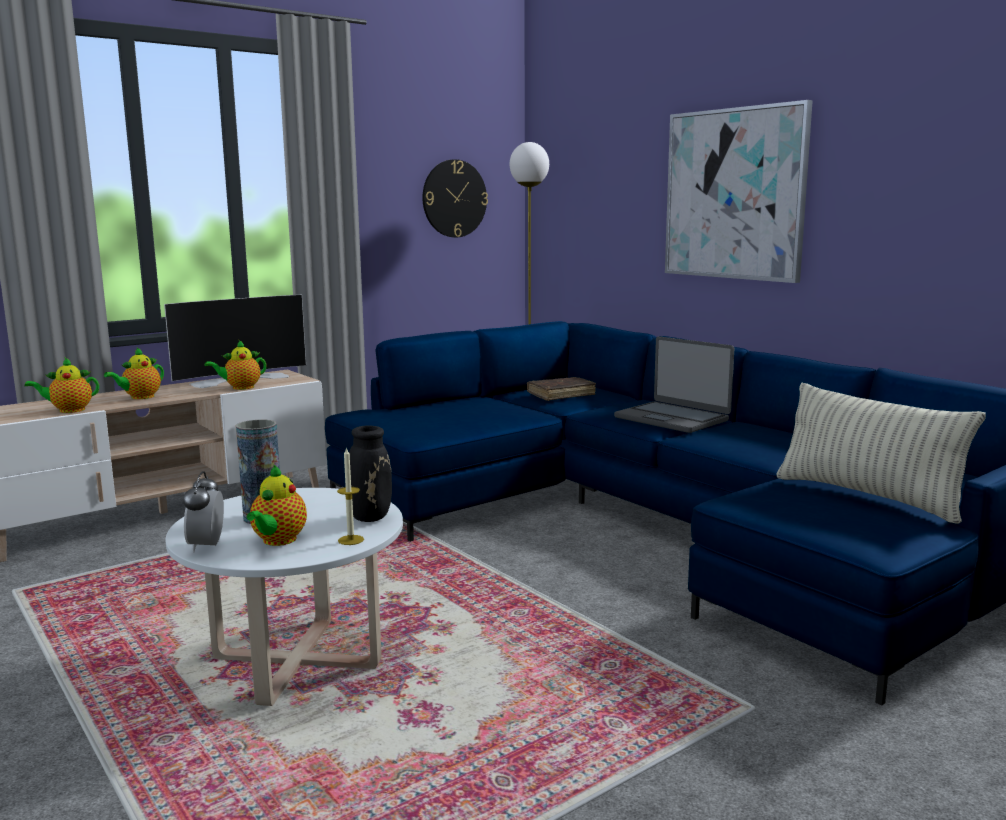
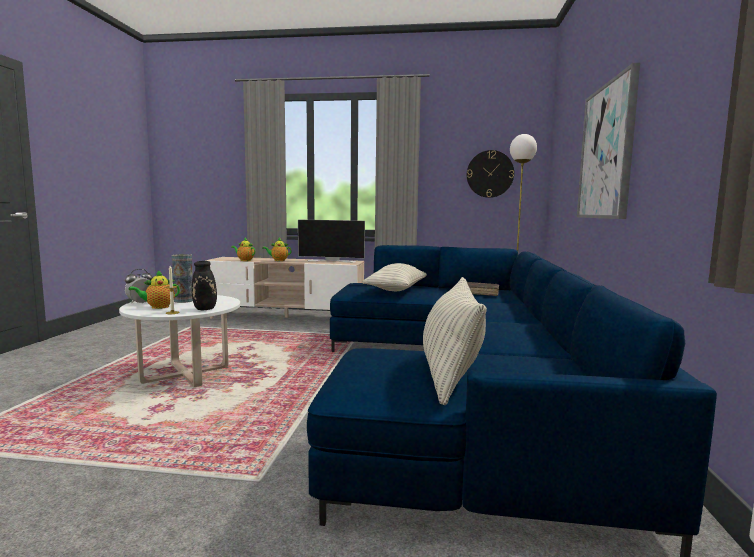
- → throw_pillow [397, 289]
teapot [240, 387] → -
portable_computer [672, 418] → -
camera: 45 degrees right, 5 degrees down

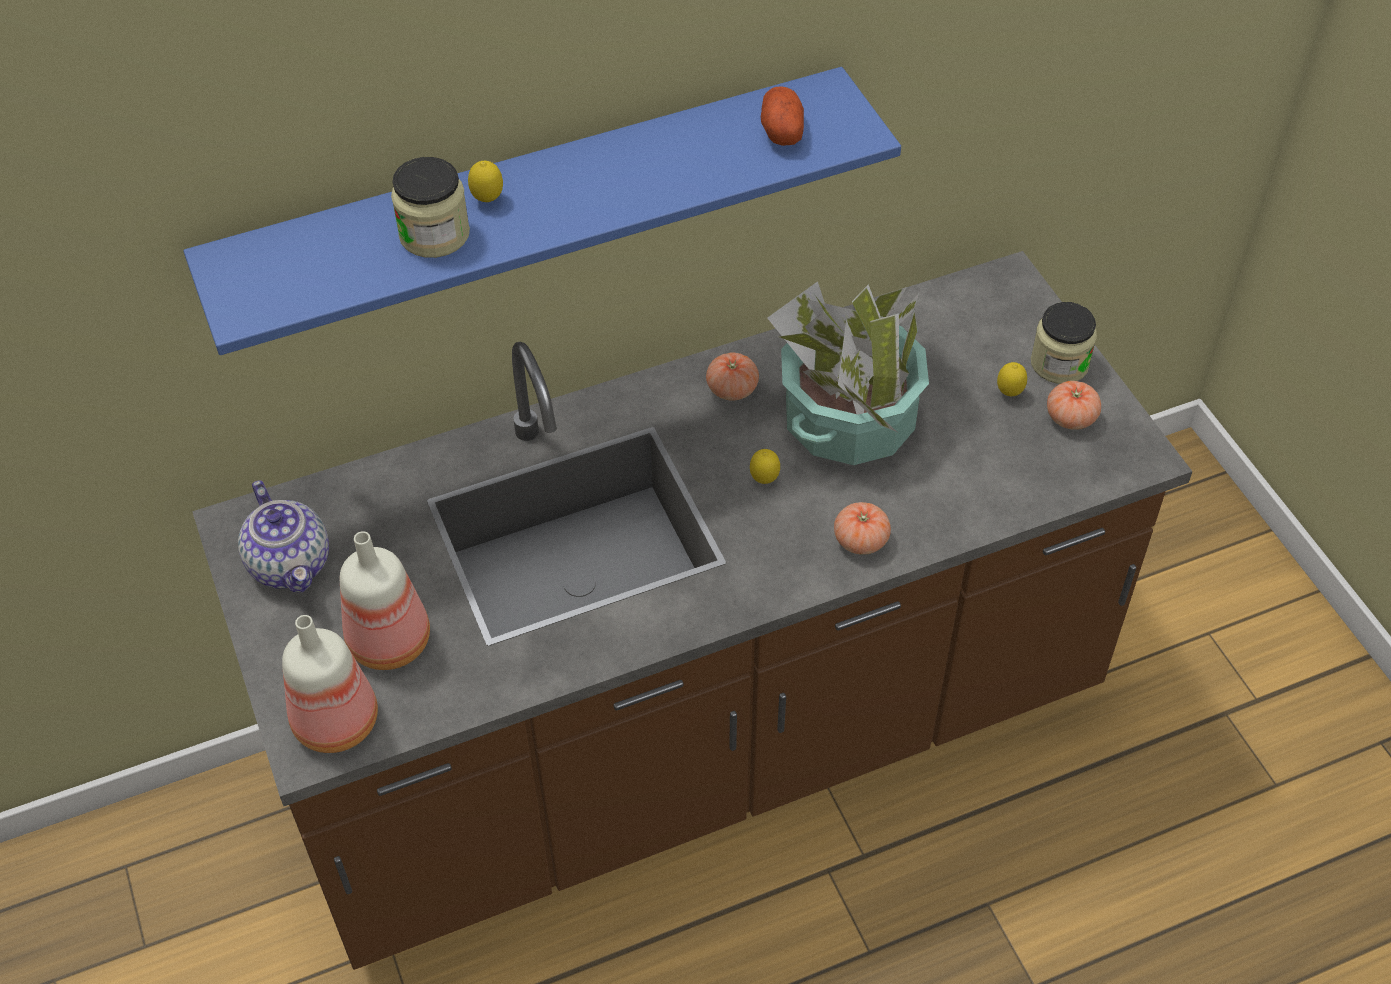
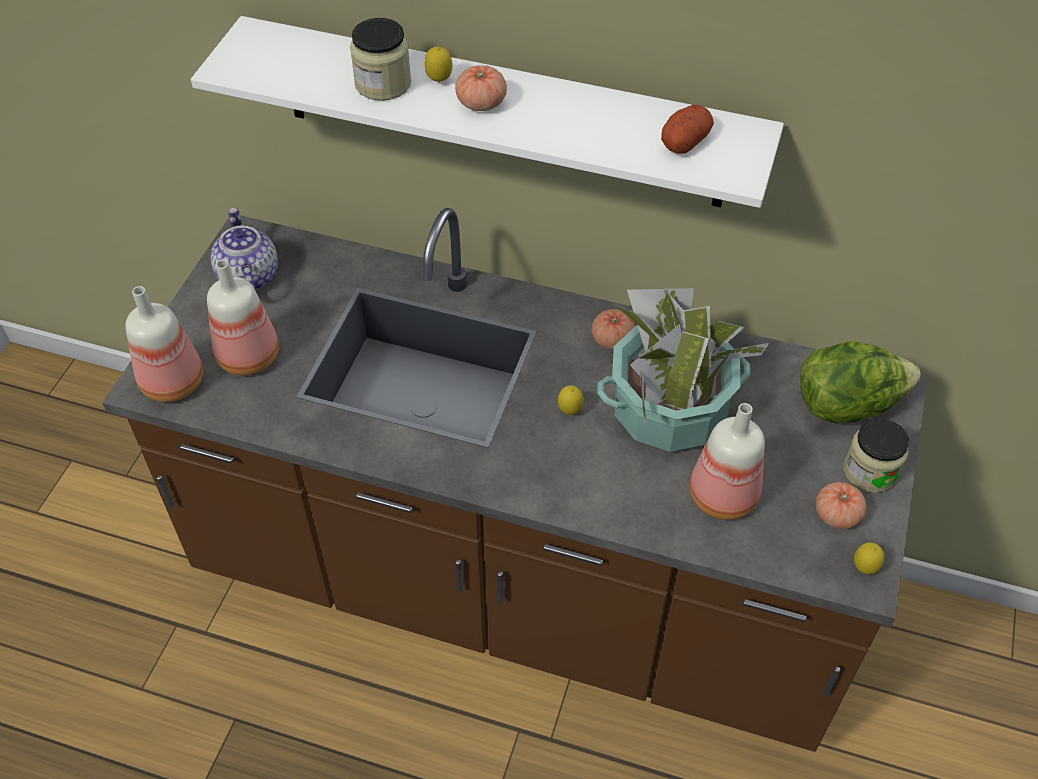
bluish_shelf [533, 207] → white_shelf [500, 113]
teapot [291, 564] → teapot [247, 276], 150 degrees clockwise
whole_tomato [860, 540] → whole_tomato [481, 103], relocated
- → bottle [721, 497]
- → lettuce [847, 405]
citrus_fruit [1009, 393] → citrus_fruit [864, 568], relocated
camera: 40 degrees right, 0 degrees up

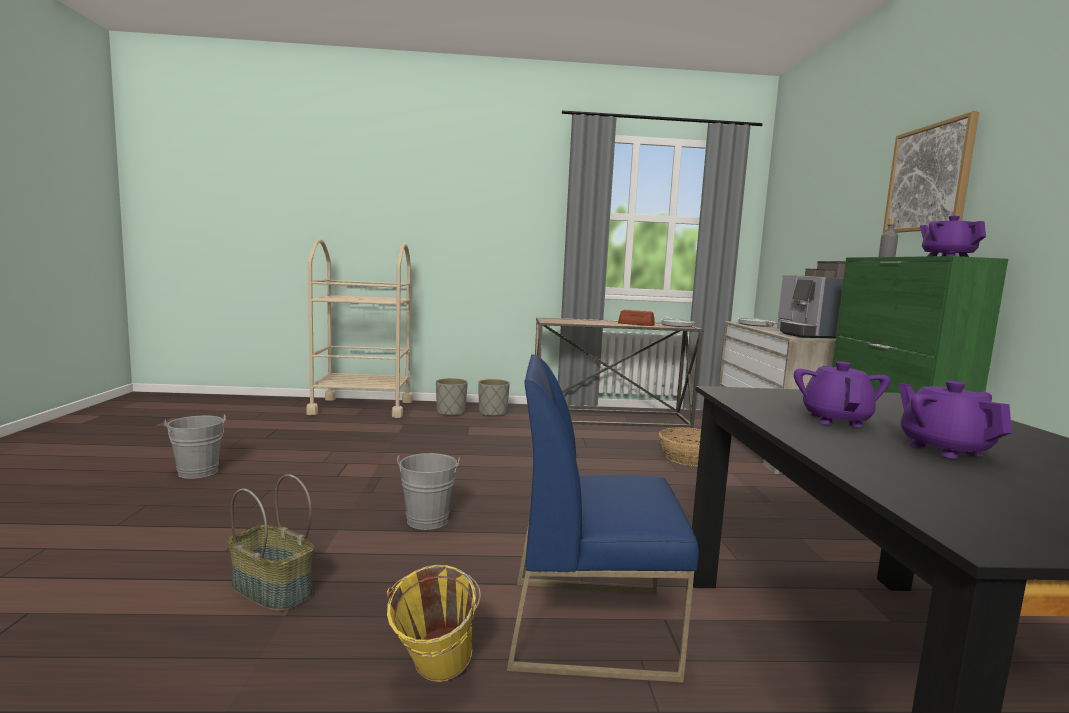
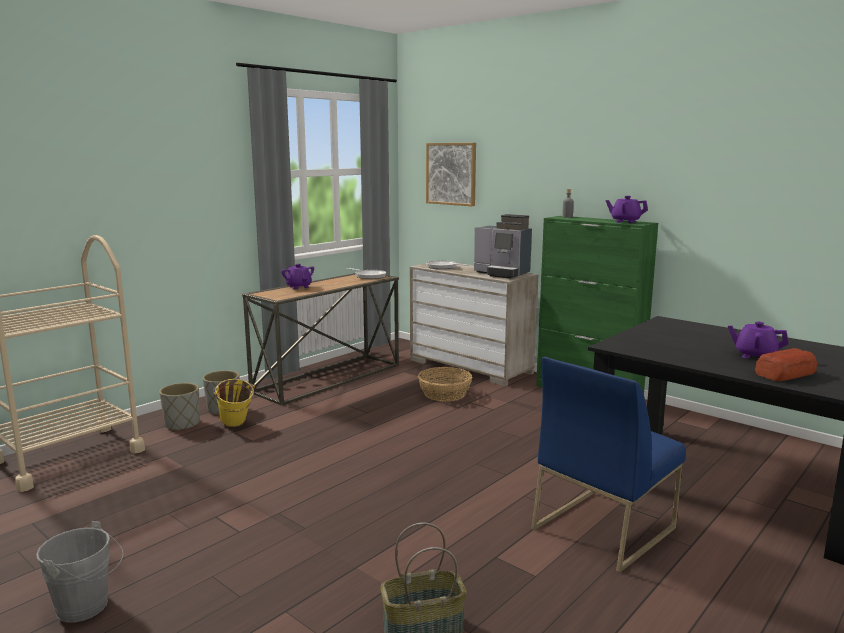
yellowish_bucket [433, 678] → yellowish_bucket [235, 426], relocated
purple_teapot [835, 420] → purple_teapot [298, 287], relocated
picture [929, 178] → picture [451, 174], relocated
baked_bread [636, 324] → baked_bread [786, 374], relocated
grey_bucket [428, 518] → -
camera: 45 degrees left, 5 degrees up

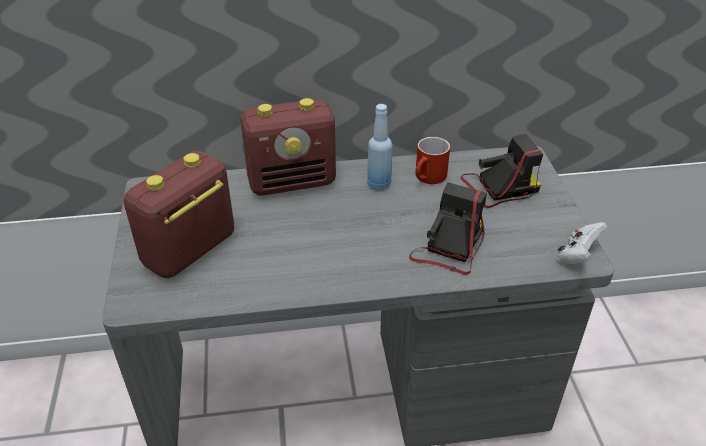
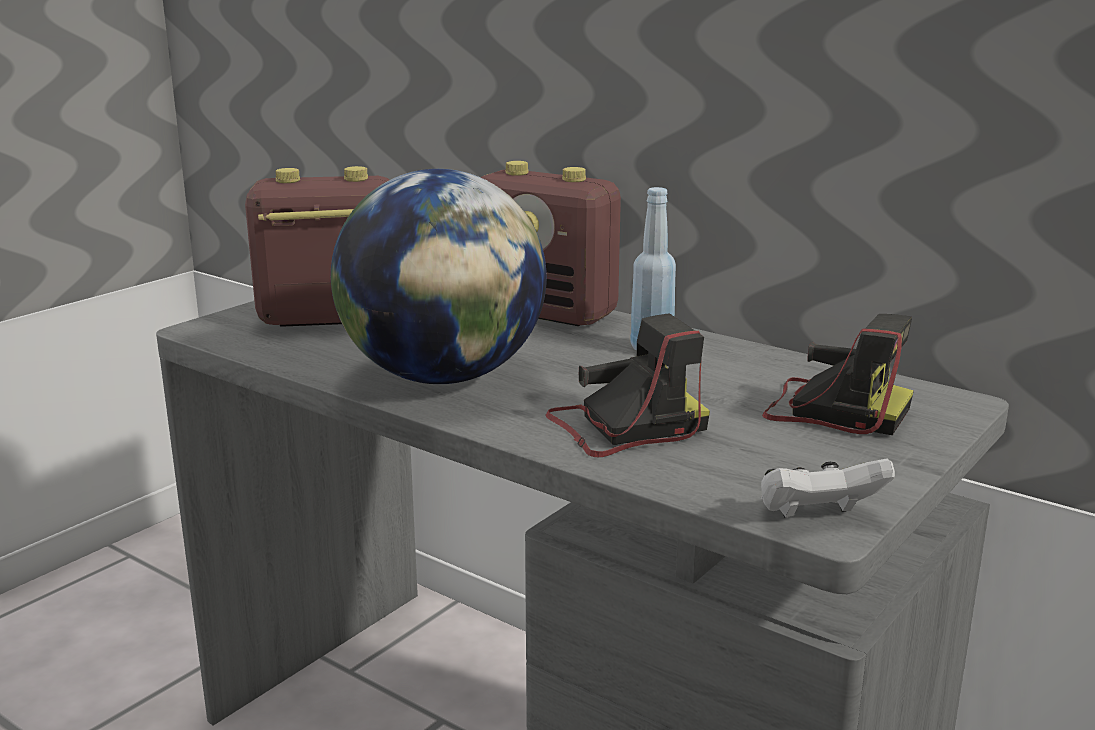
- → globe [443, 376]
reddish_mug [428, 178] → -
camera: 45 degrees right, 20 degrees down

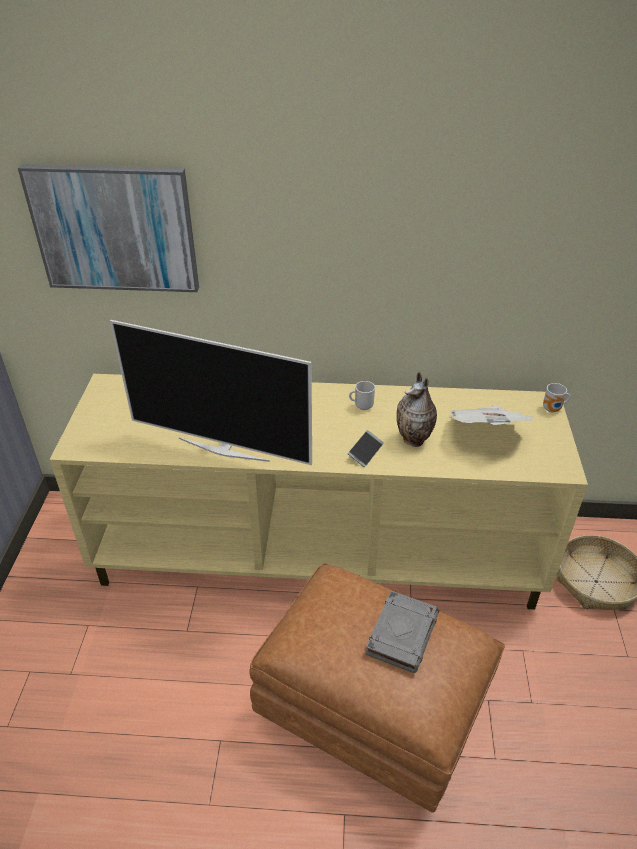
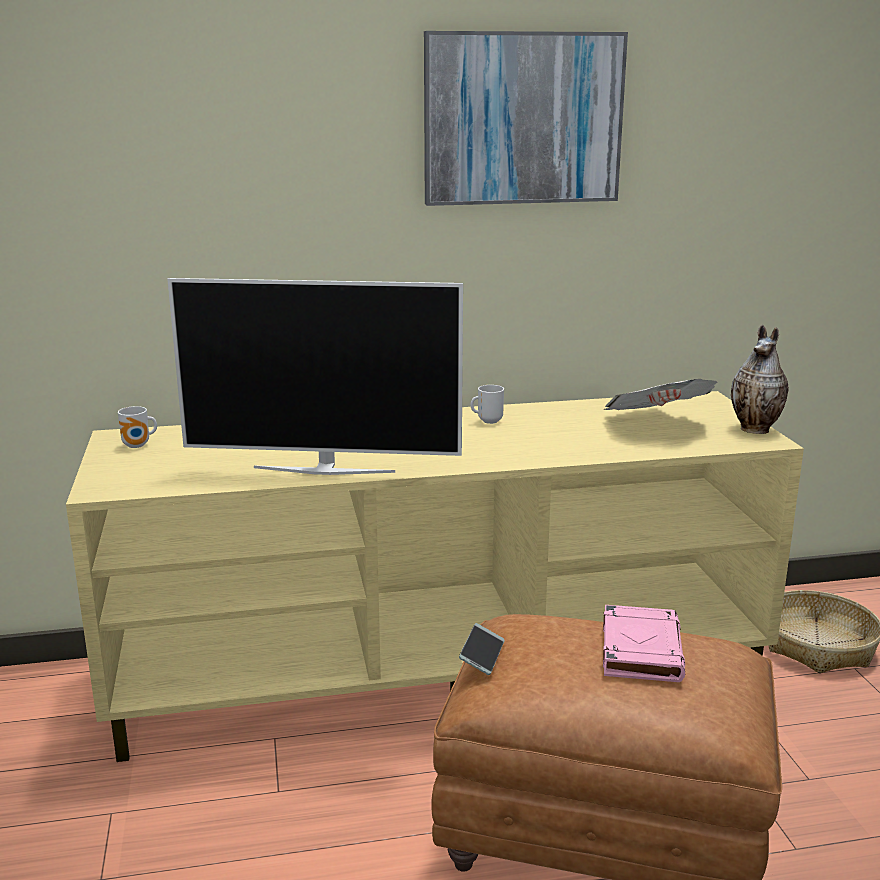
mug [553, 409] → mug [138, 445], relocated
picture [115, 228] → picture [522, 119], relocated
phone [365, 452] → phone [482, 655], relocated
grey_volume [402, 633] → pink_volume [640, 649]
flower_vase [415, 440] → flower_vase [757, 429], relocated
camera: 15 degrees left, 20 degrees down

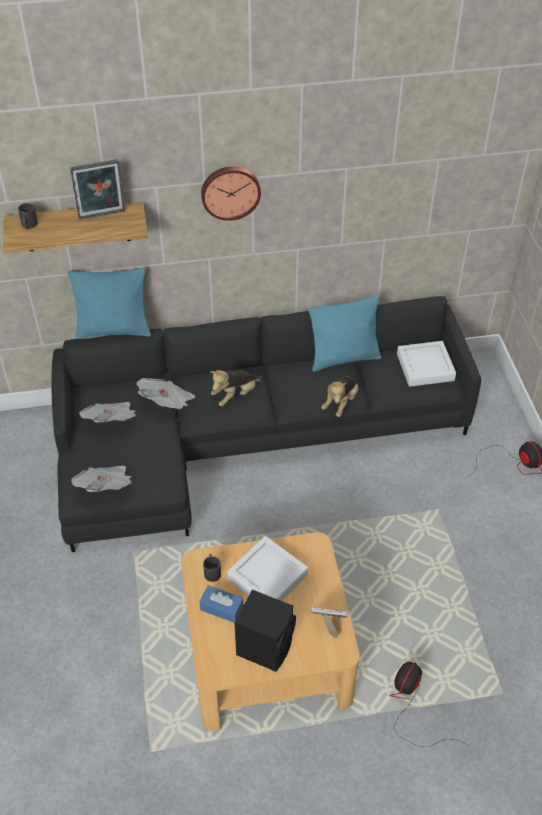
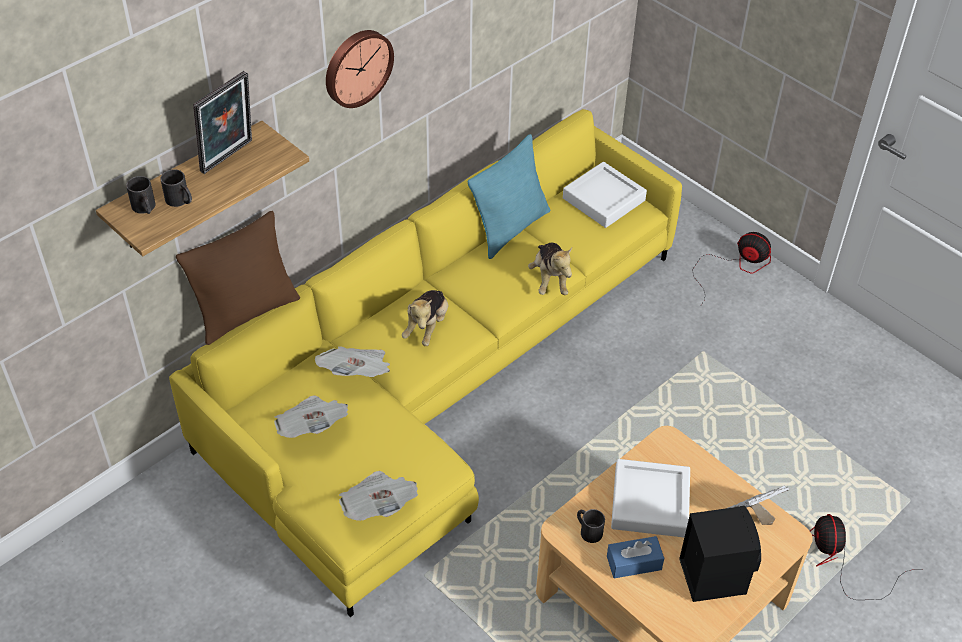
- → black-coloured_mug [180, 200]
black-coloured_settee [245, 437] → yellowish_settee [437, 377]
turquoise_throw_pillow [114, 330] → brown_throw_pillow [246, 313]
camera: 35 degrees left, 0 degrees up

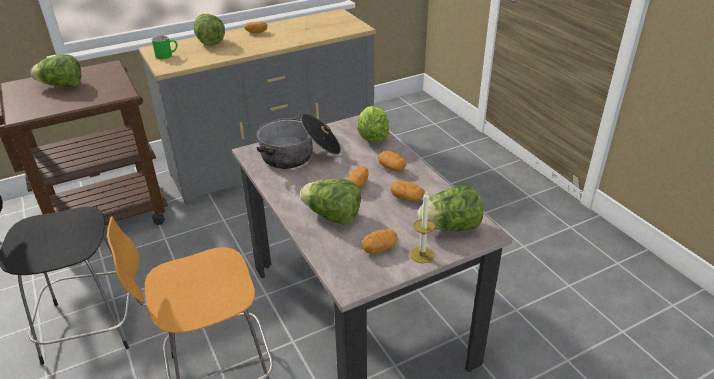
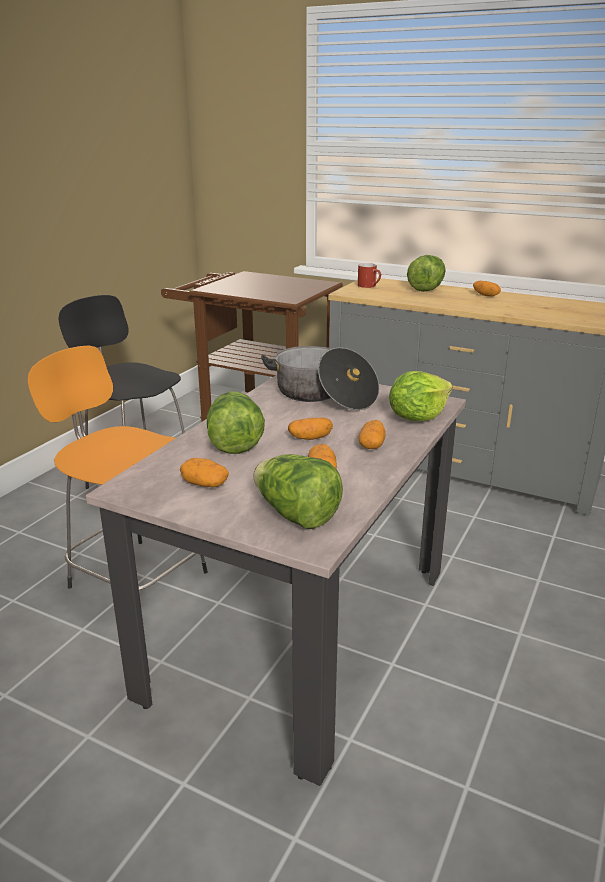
greenish_mug [167, 55] → reddish_mug [370, 286]
lettuce [62, 86] → -
wax_candle [422, 255] → -
camera: 55 degrees right, 10 degrees down

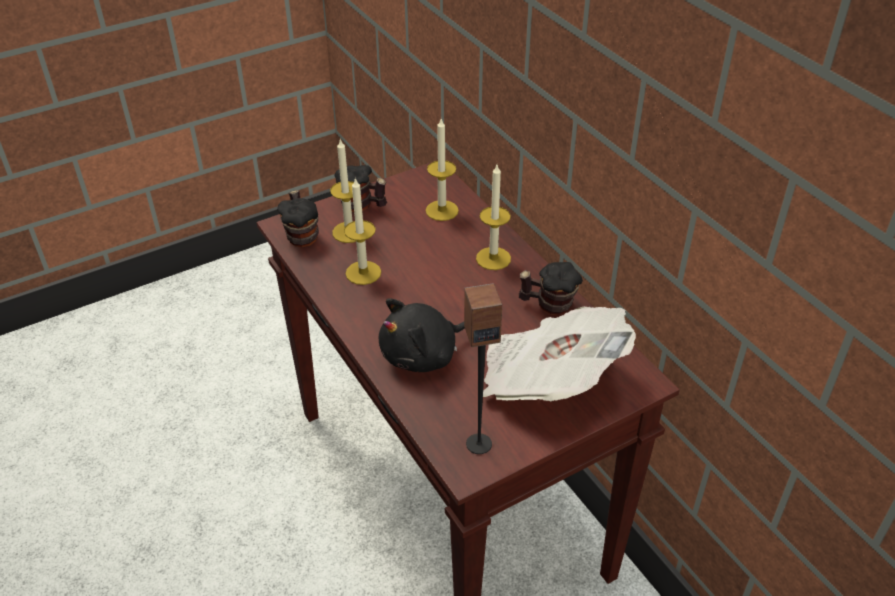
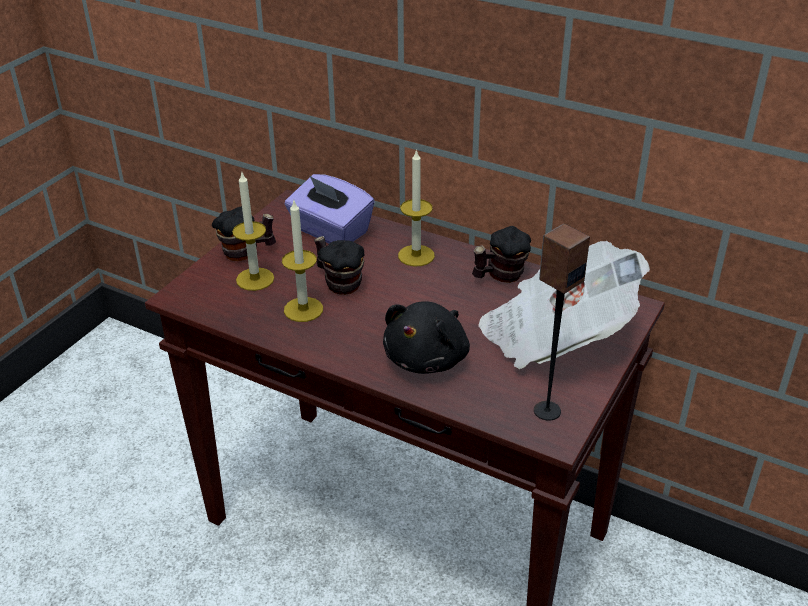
wax_candle [442, 210] → purple_tissue_box [330, 231]
mug [302, 235] → mug [339, 283], relocated
camera: 30 degrees left, 5 degrees down

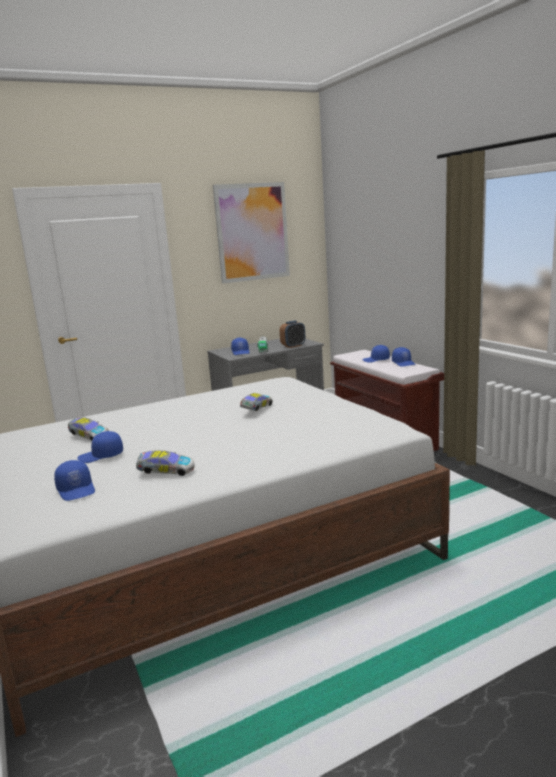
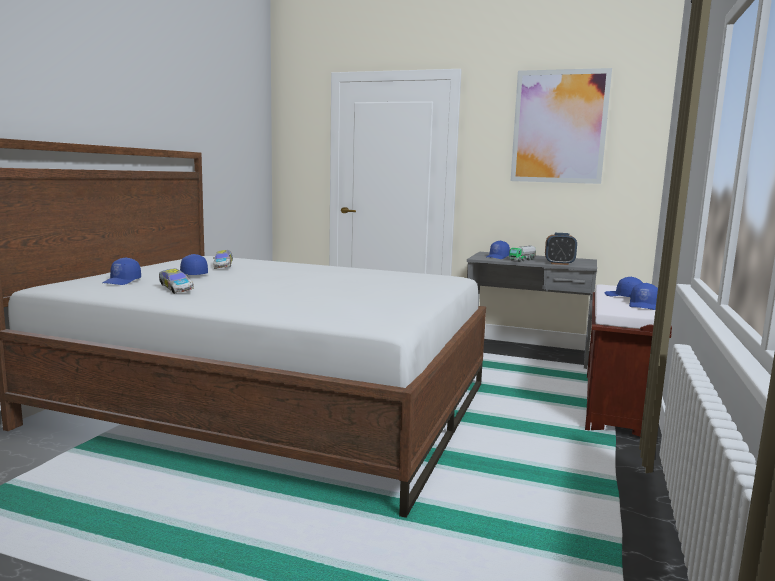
toy_car [256, 409] → -
camera: 45 degrees right, 5 degrees down

